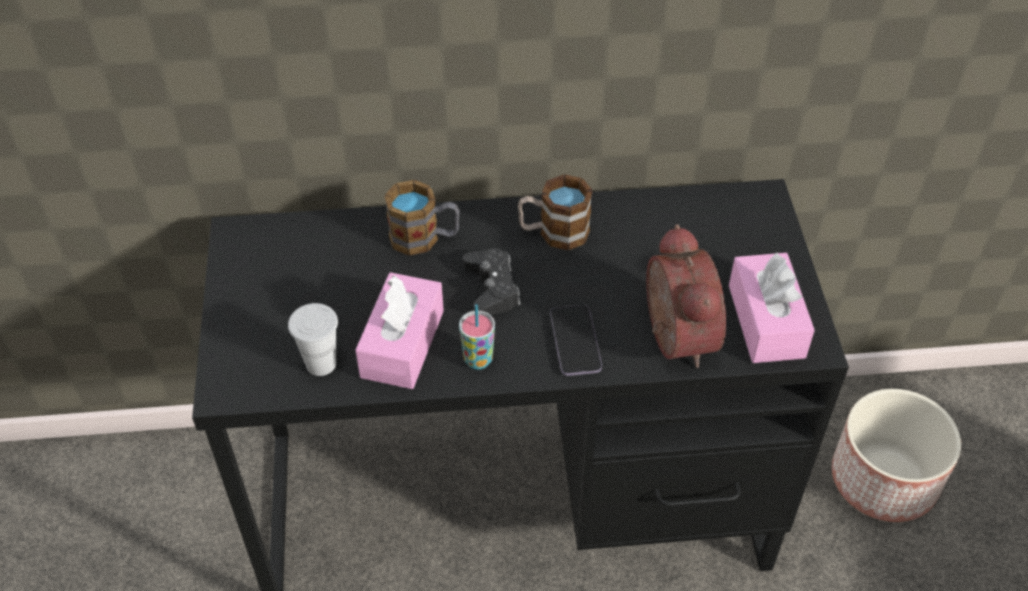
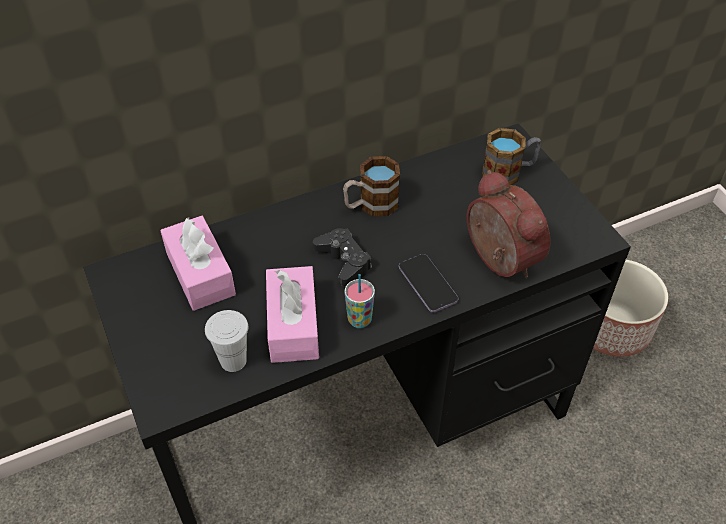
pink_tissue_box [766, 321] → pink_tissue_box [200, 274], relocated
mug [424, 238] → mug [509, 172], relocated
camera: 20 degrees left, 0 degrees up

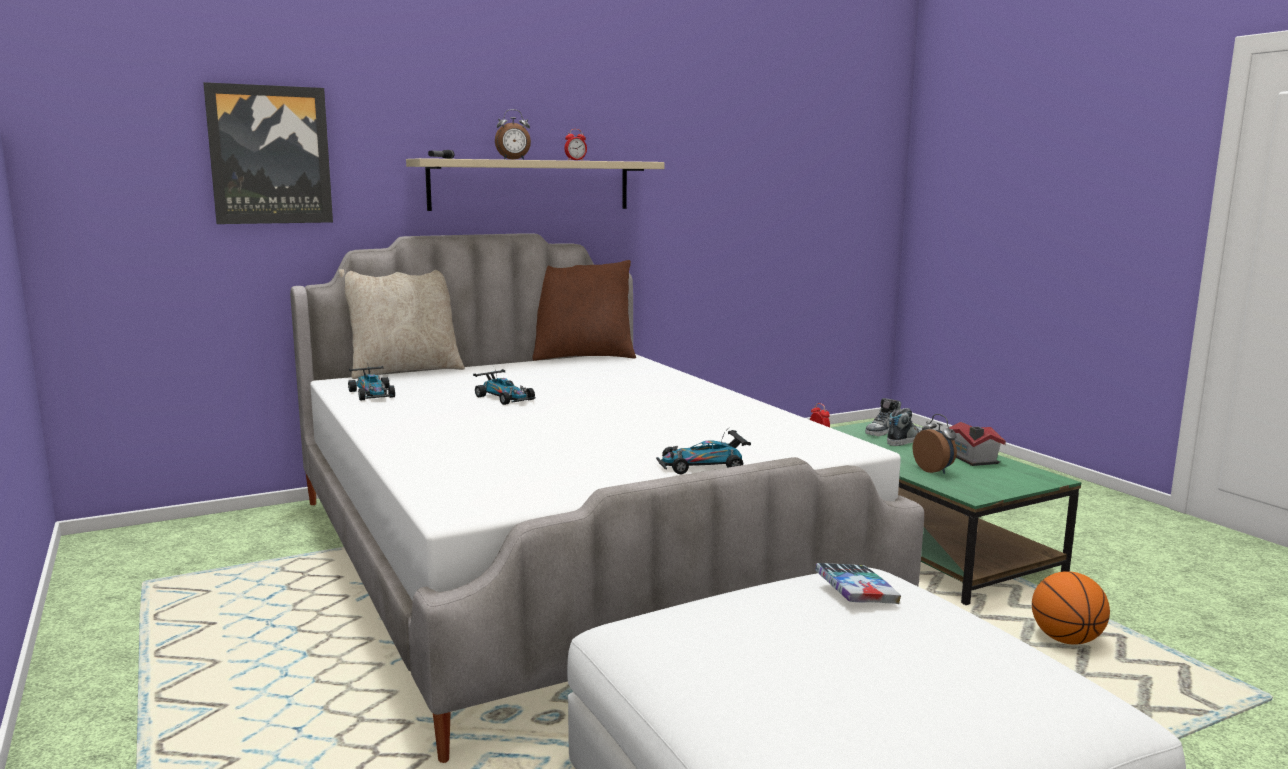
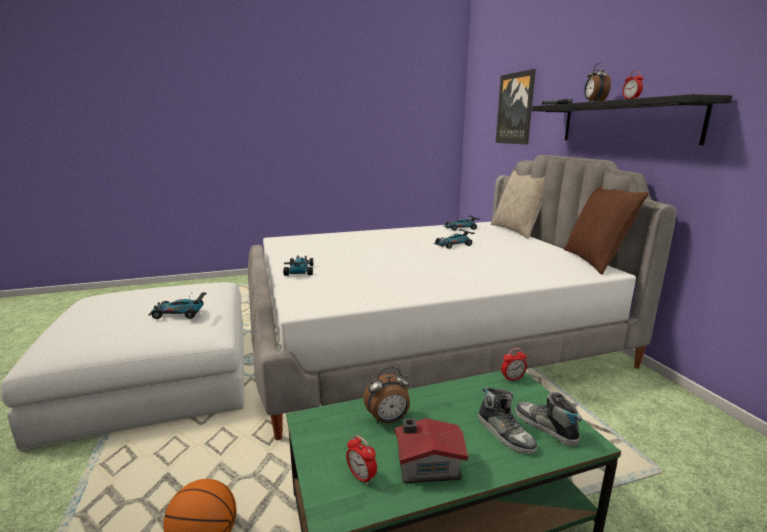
volume [856, 591] → toy_car [179, 313]
- → bedside_clock [361, 477]
beige-coloured_shelf [531, 185] → black-coloured_shelf [625, 122]
camera: 100 degrees right, 5 degrees up

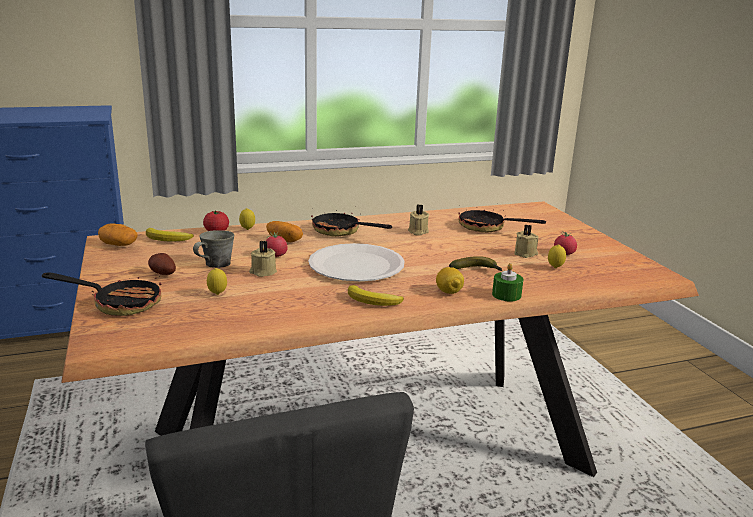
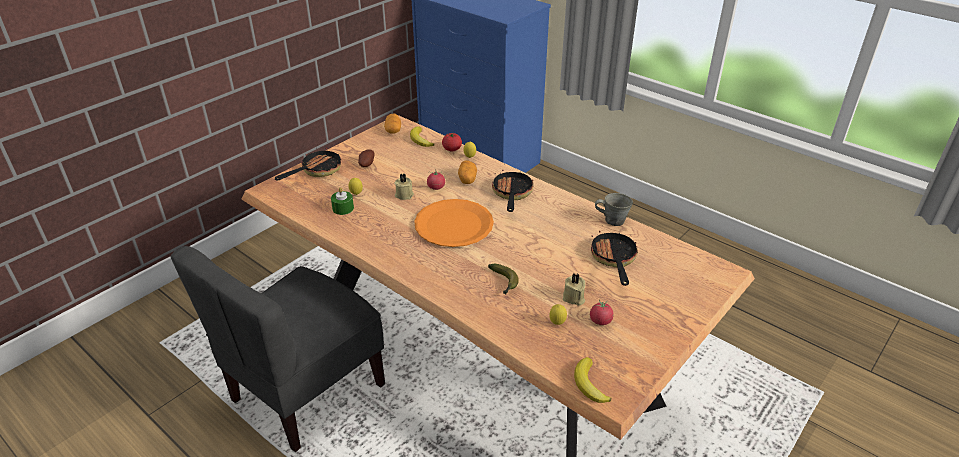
pan [118, 303] → pan [316, 171], 120 degrees counterclockwise
greenish_wax_candle [506, 295] → greenish_wax_candle [343, 208], relocated
white_flat_dish [356, 265] → orange-coloured_flat_dish [454, 225]
whole_banana [374, 301] → whole_banana [589, 384], relocated
grey_mug [216, 265] → grey_mug [613, 220], relocated
beige-coloured_wax_candle [417, 232] → -
citrus_fruit [448, 292] → -
camera: 60 degrees right, 15 degrees up

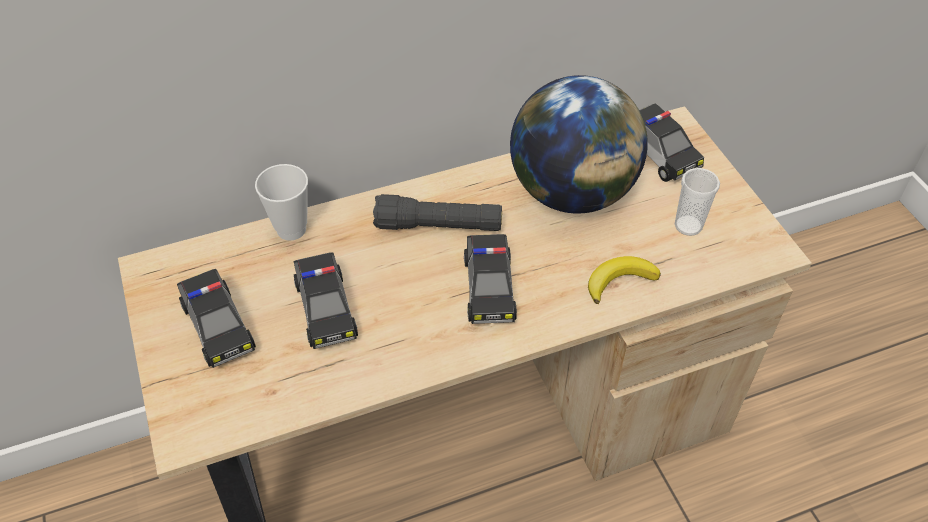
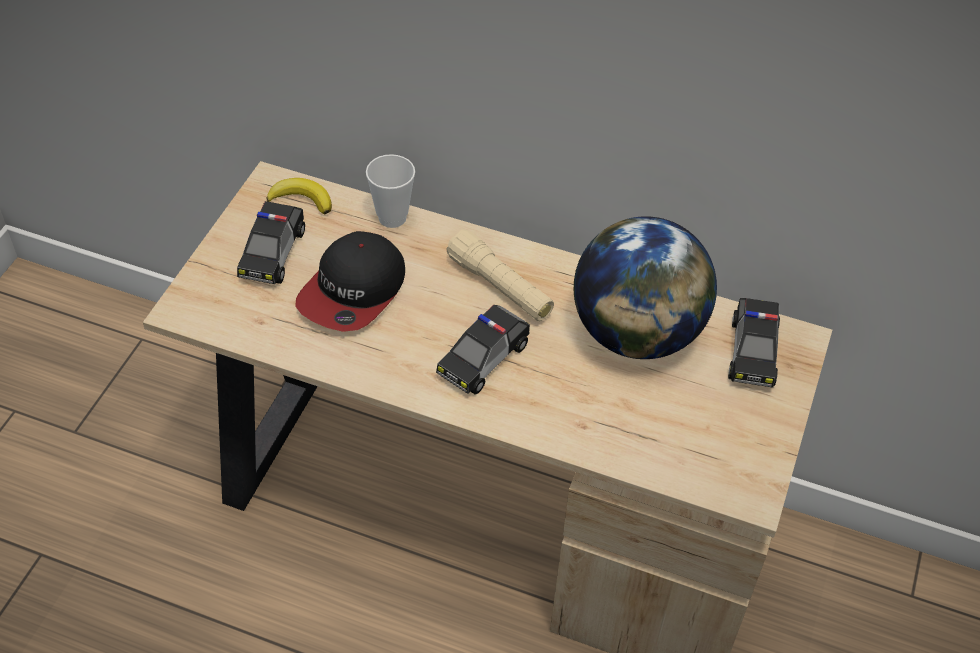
whole_banana [619, 281] → whole_banana [302, 199], relocated
toy_car [326, 309] → cap [353, 291]
black-coloured_hand_torch [438, 226] → beige-coloured_hand_torch [500, 287]
cup [688, 226] → -
camera: 40 degrees right, 0 degrees up

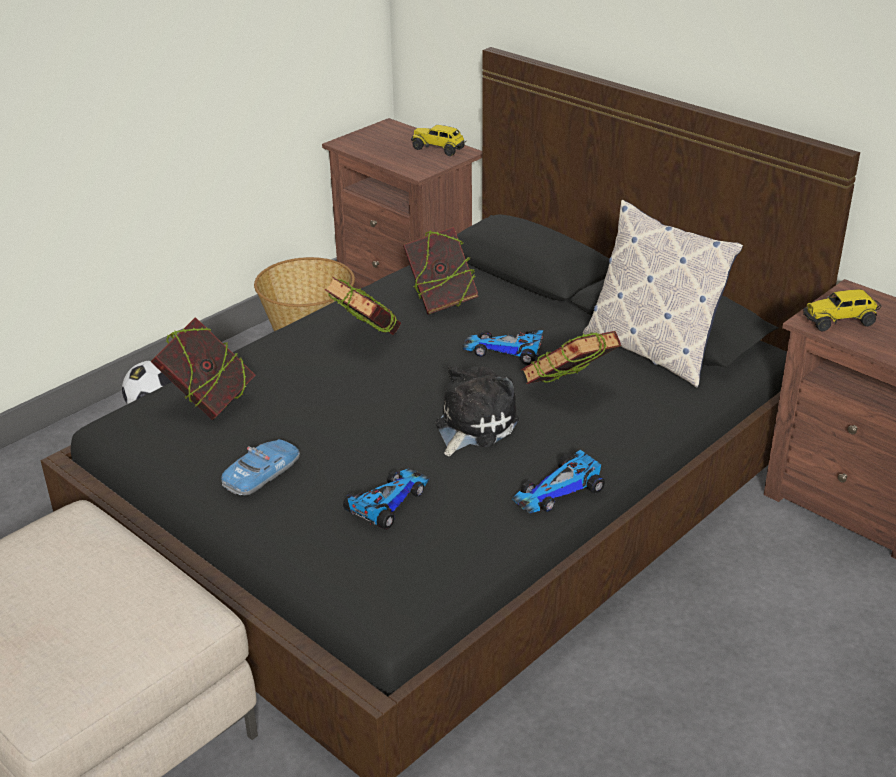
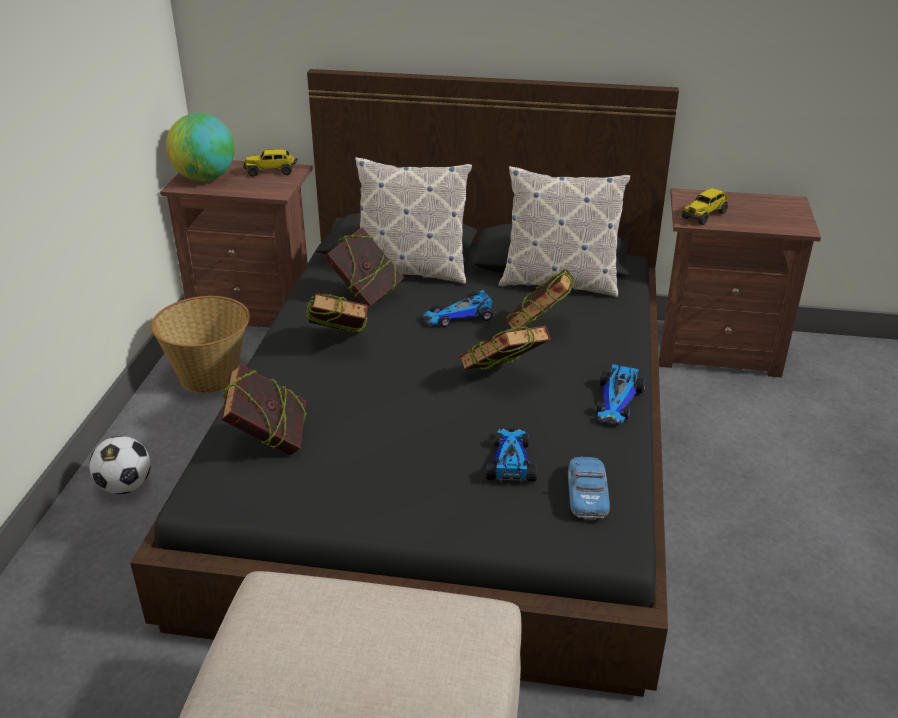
- → globe [205, 178]
- → throw_pillow [411, 270]
soft_toy [472, 426] → volume [503, 379]
toy_car [262, 474] → toy_car [587, 494], relocated
camera: 35 degrees left, 0 degrees up

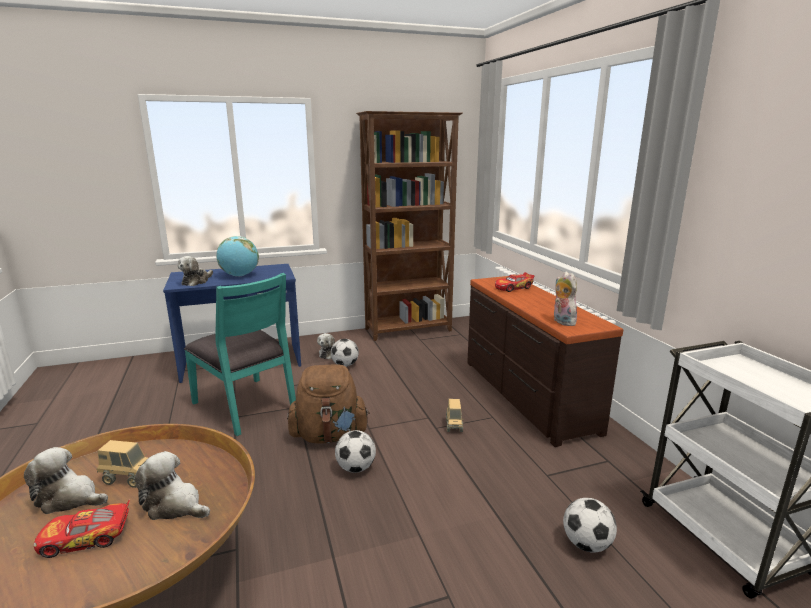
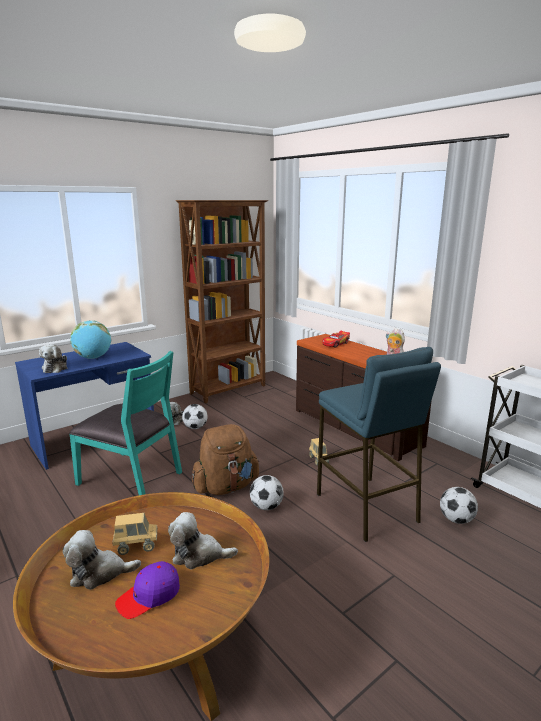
toy_car [86, 538] → purple_cap [149, 596]
- → bluish_sitting_stool [366, 508]
camera: 20 degrees left, 0 degrees up

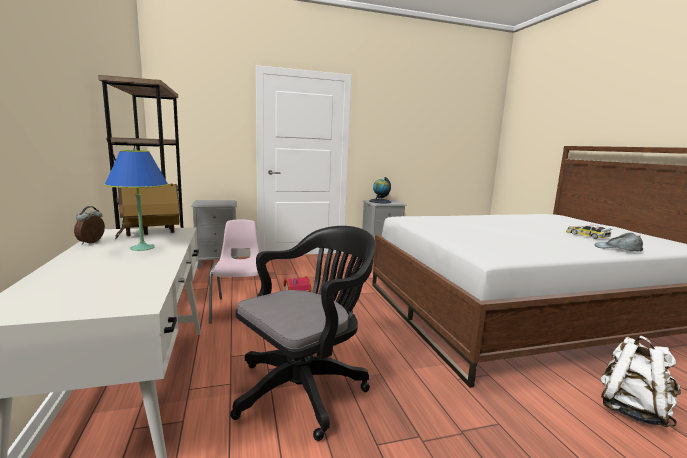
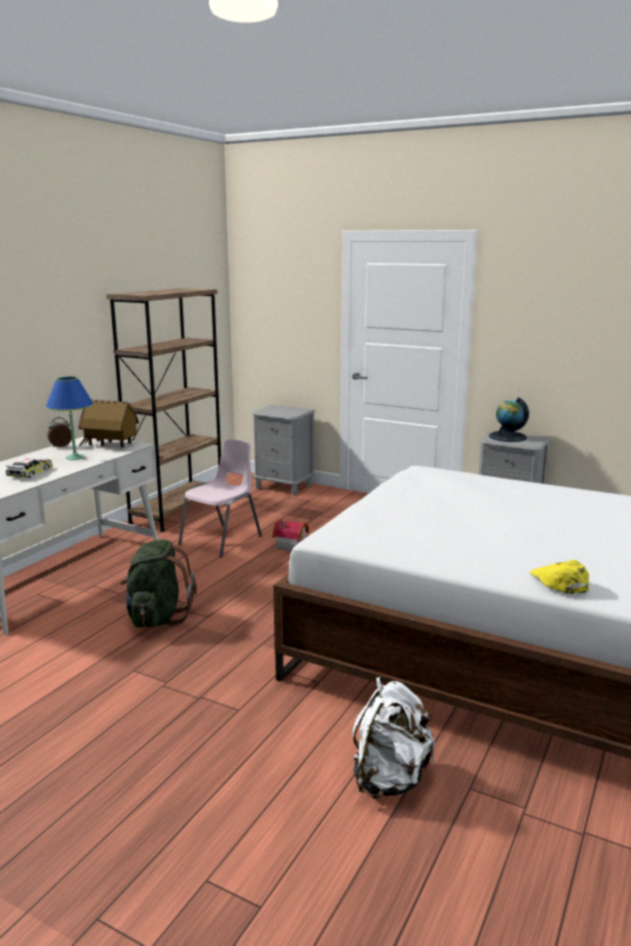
toy_car [587, 235] → toy_car [30, 472], relocated
black-coloured_office_chair [305, 387] → greenish_rucksack [157, 617]
grey_cap [618, 248] → yellowish_cap [559, 581]
camera: 45 degrees right, 5 degrees up

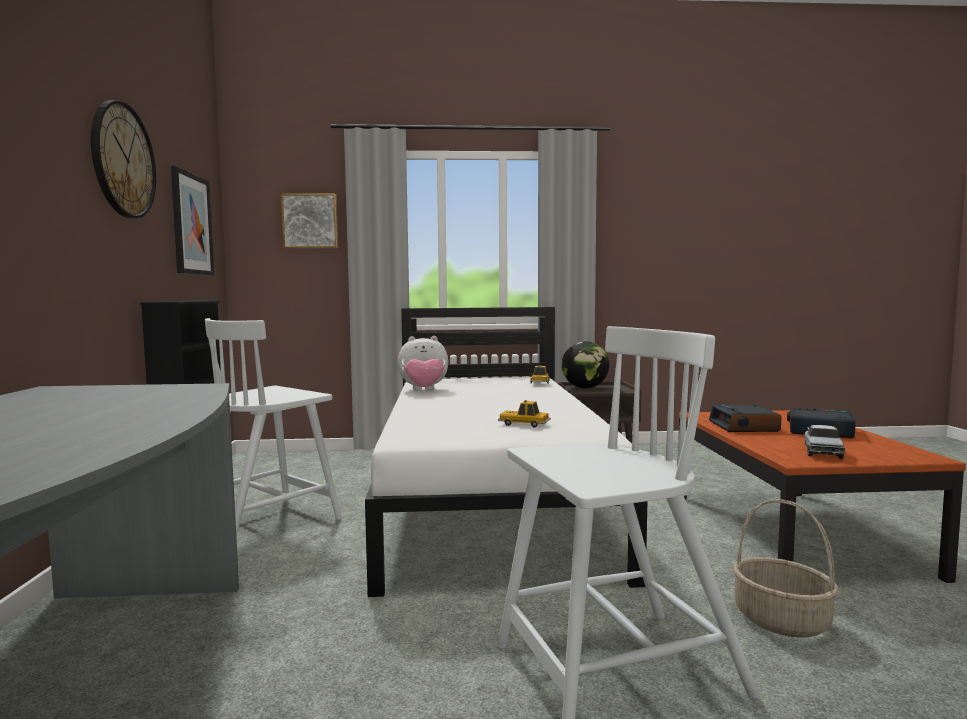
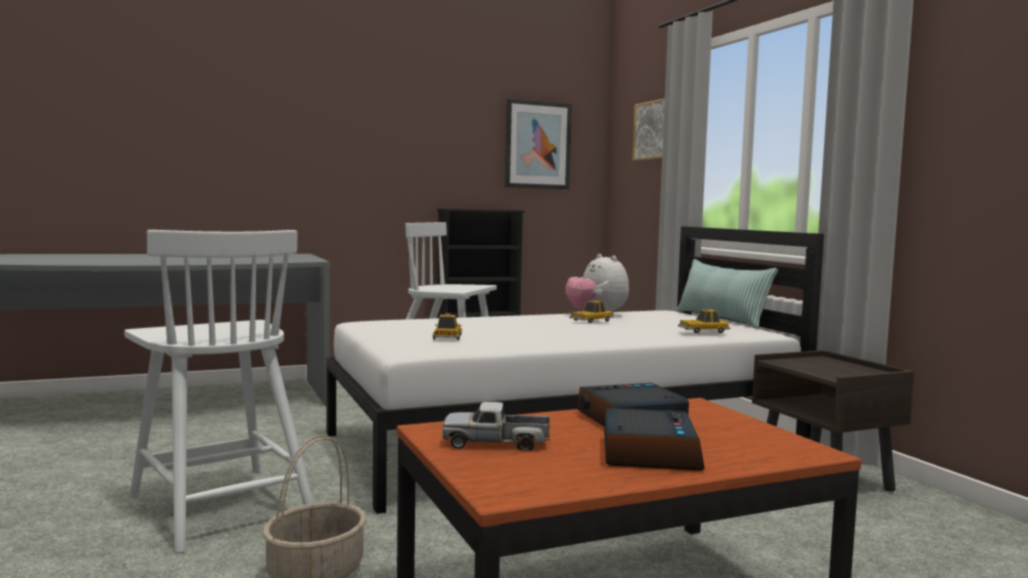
- → toy_car [591, 321]
- → throw_pillow [721, 319]
wall_clock [123, 160] → -
globe [585, 388] → -
camera: 70 degrees right, 0 degrees up

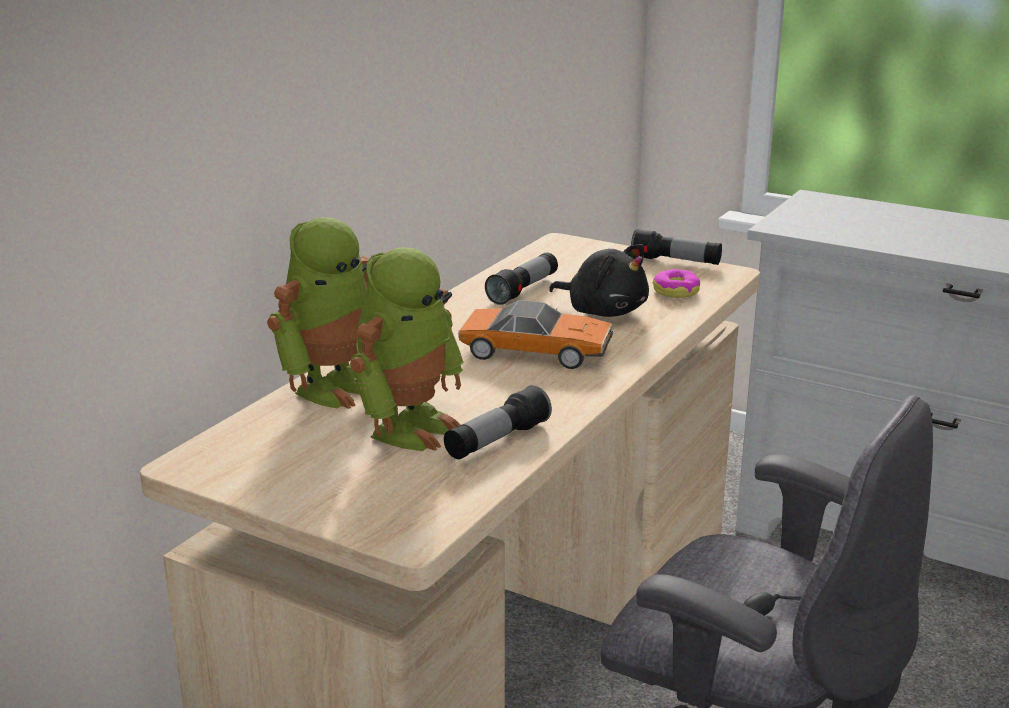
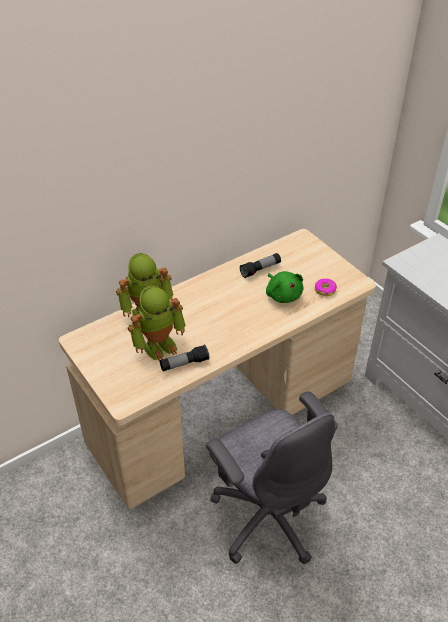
black-coloured_soft_toy [603, 311] → greenish_soft_toy [283, 295]
toy_car [536, 351] → -
hand_torch [675, 262] → -
camera: 25 degrees right, 20 degrees up

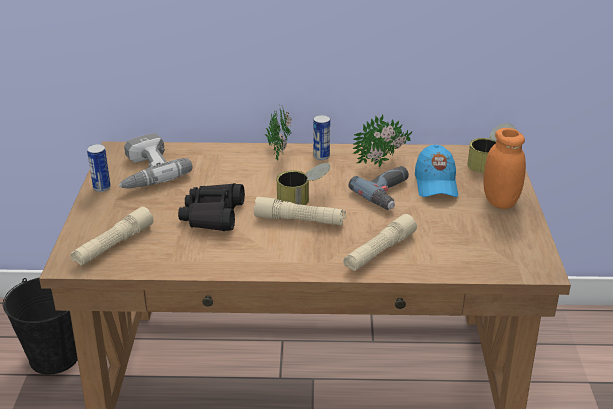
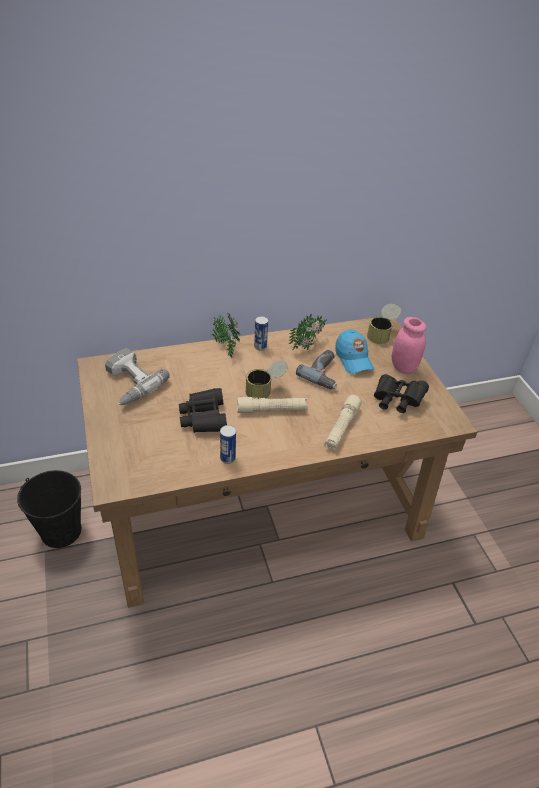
metal_can [101, 187] → metal_can [227, 458], relocated
- → black-coloured_field_glasses [396, 401]
orange-coloured_storage_jar [500, 201] → pink_storage_jar [403, 367]
beige-coloured_hand_torch [113, 245] → -
camera: 20 degrees left, 10 degrees up

